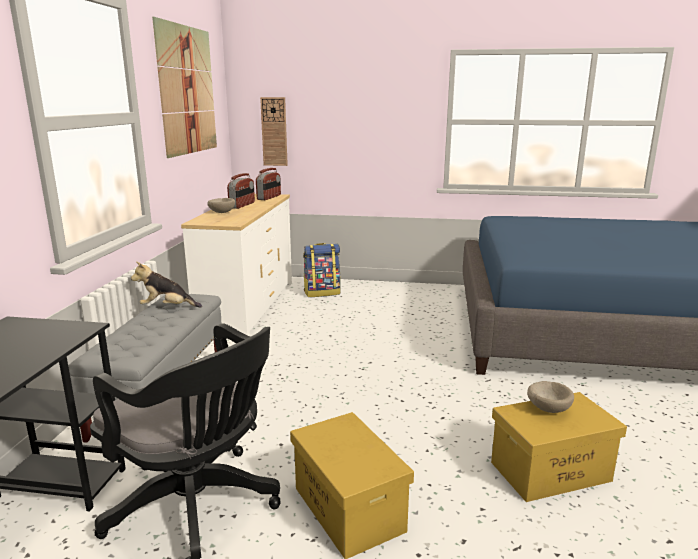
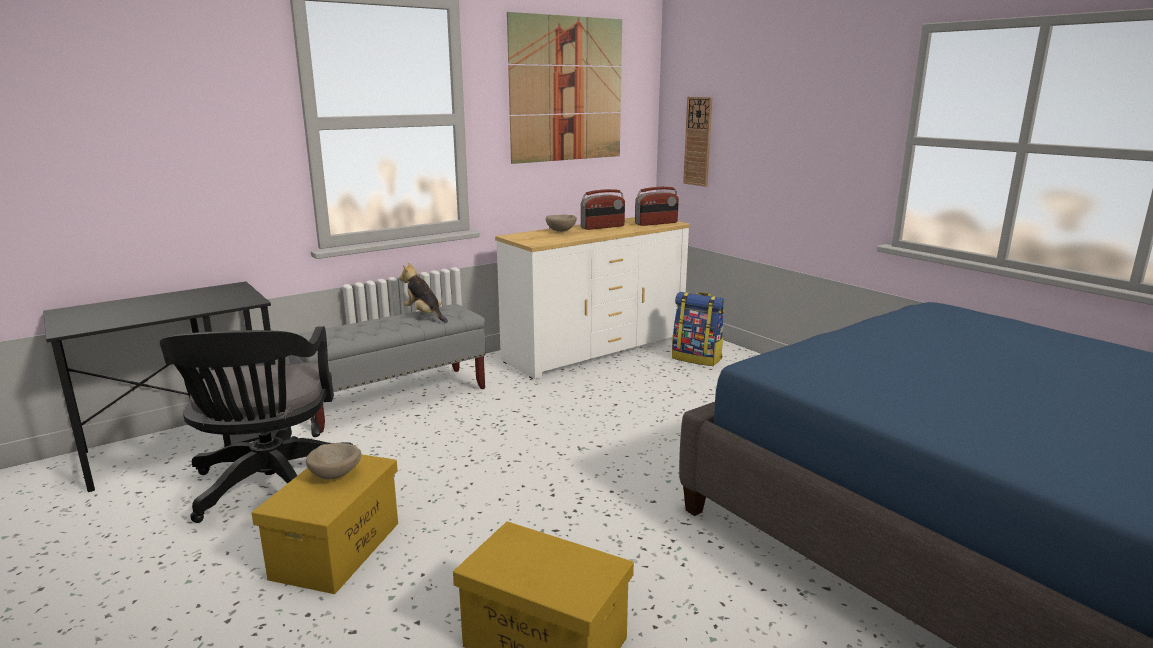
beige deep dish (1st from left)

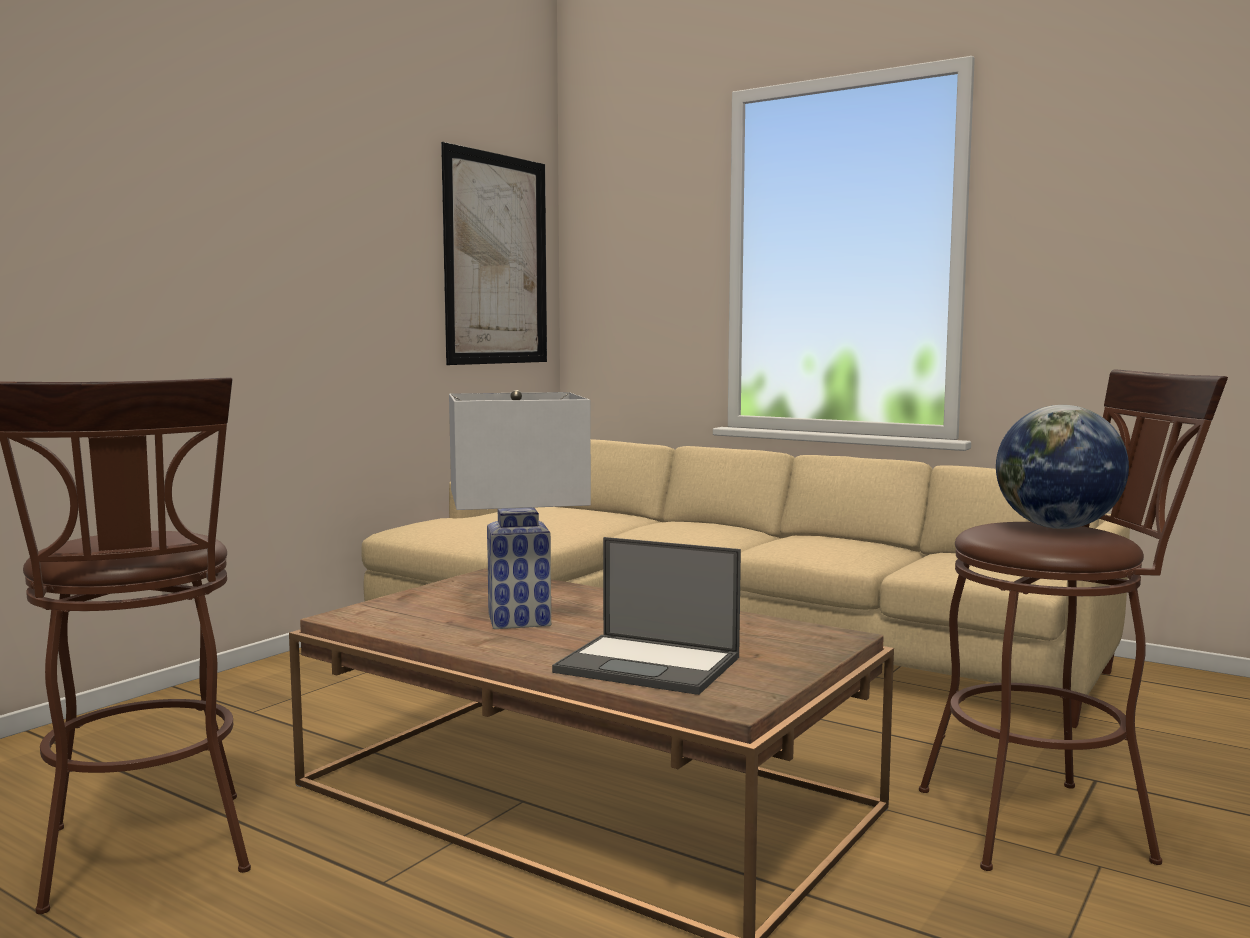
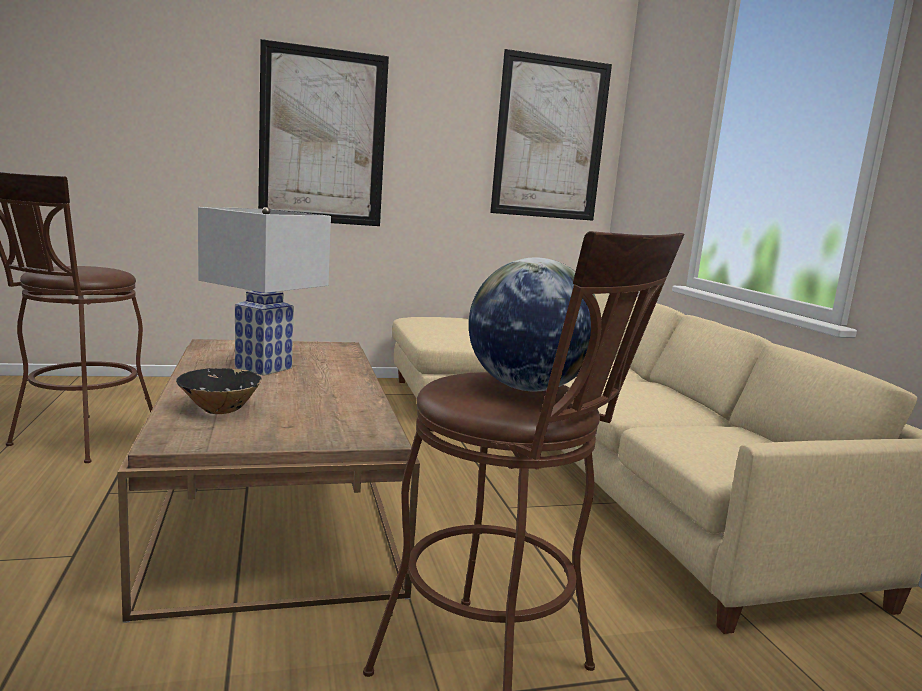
wall picture (1st from left); black-coloured deep dish

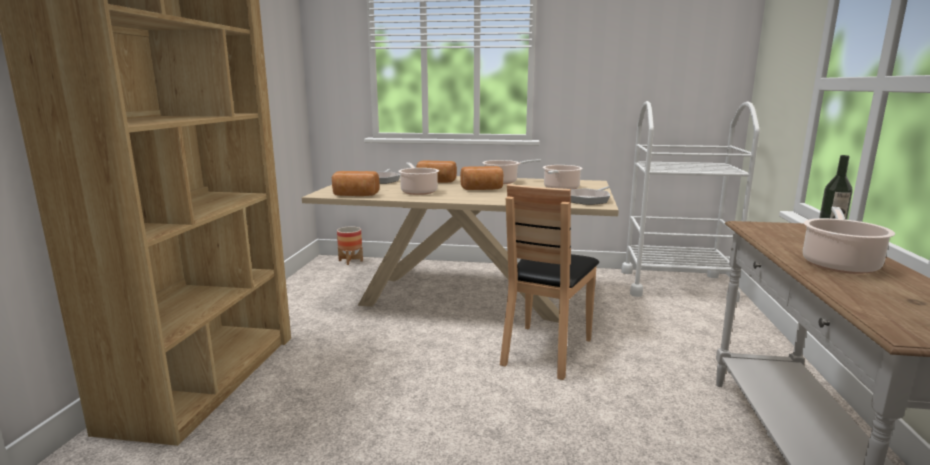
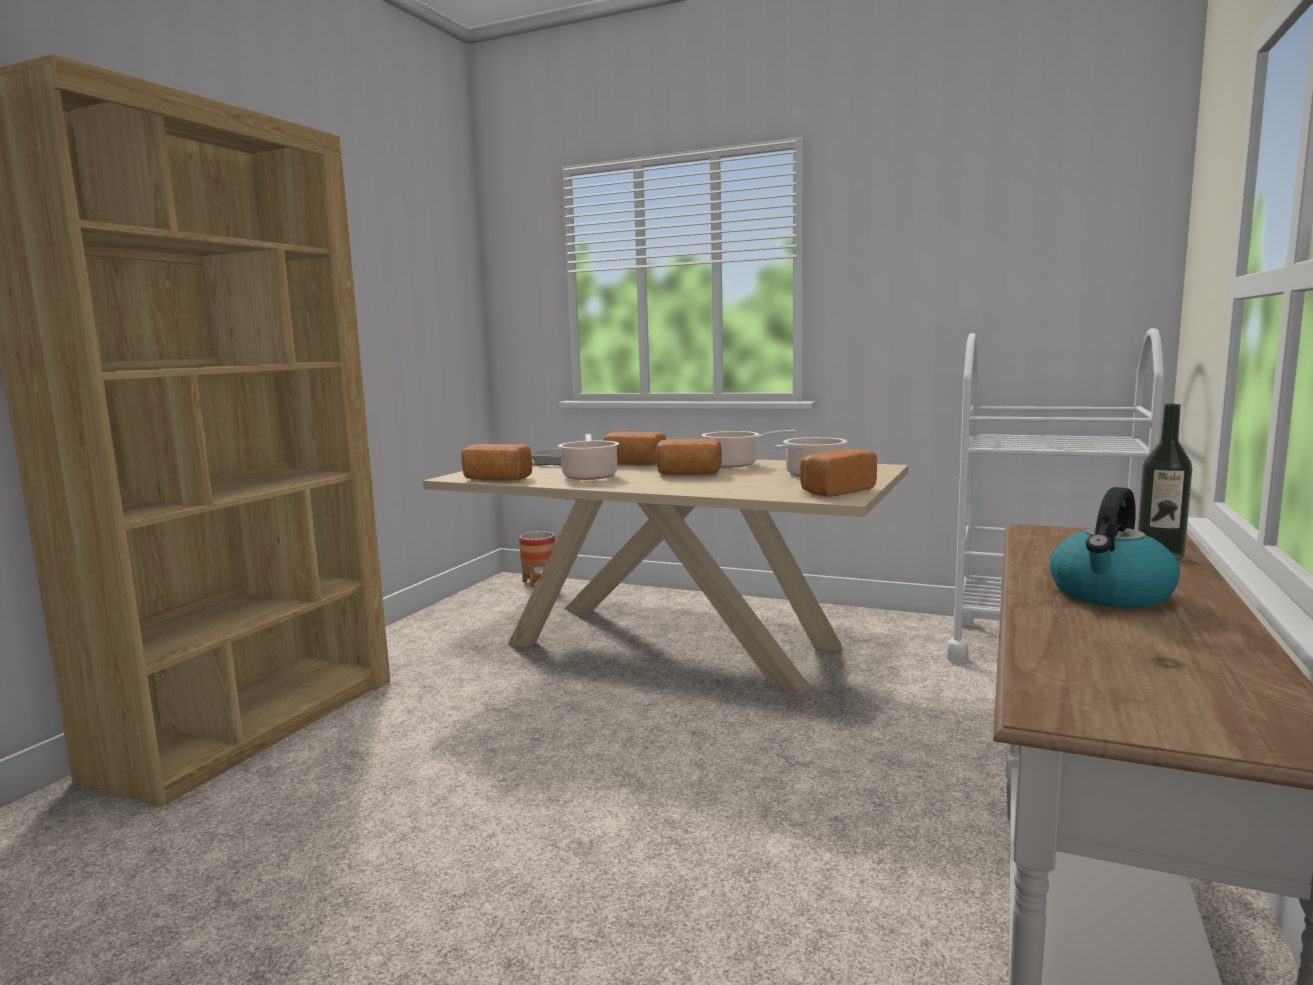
brown-coloured chair; bakery bread (4th from left); tea kettle

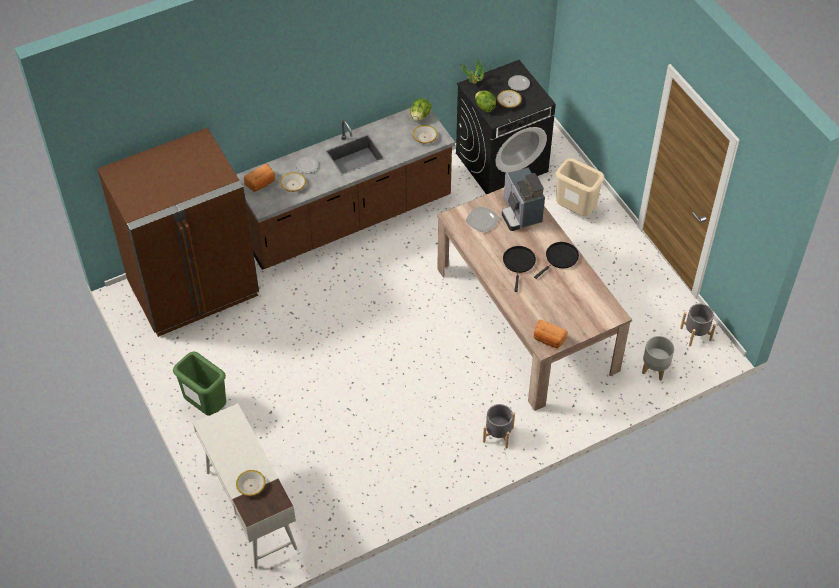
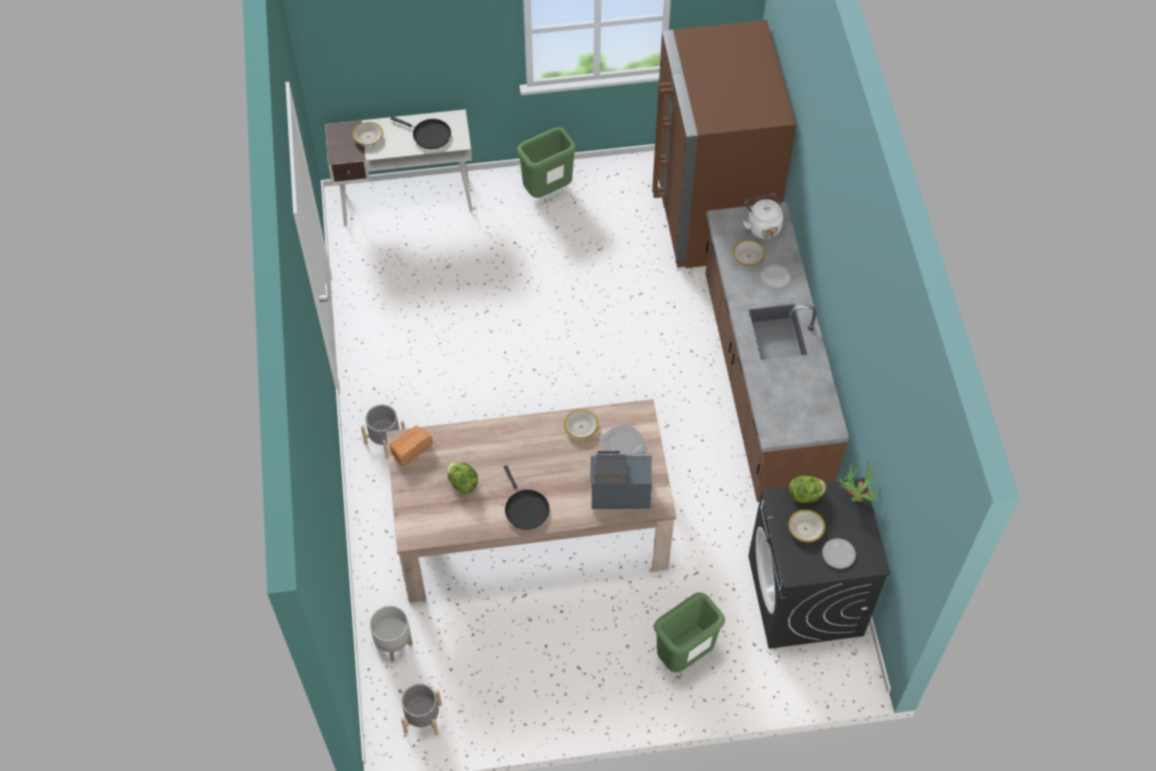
lettuce head (1st from left); deep dish (2nd from left); black-coloured skillet (1st from left); white-coloured tea kettle; green-coloured rubbish bin (2nd from left)

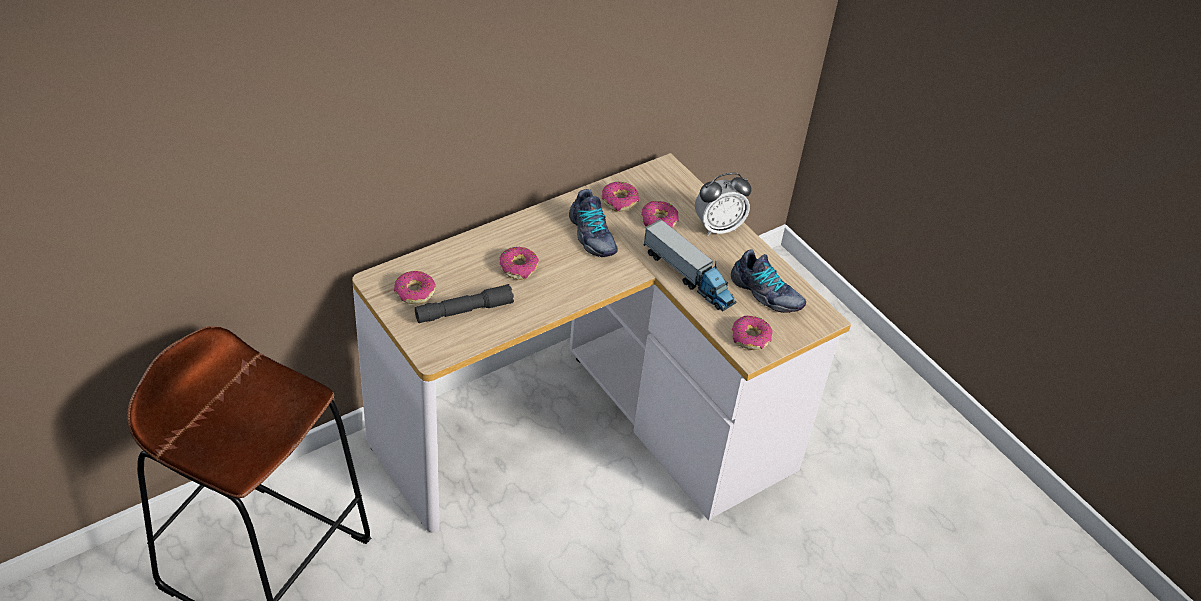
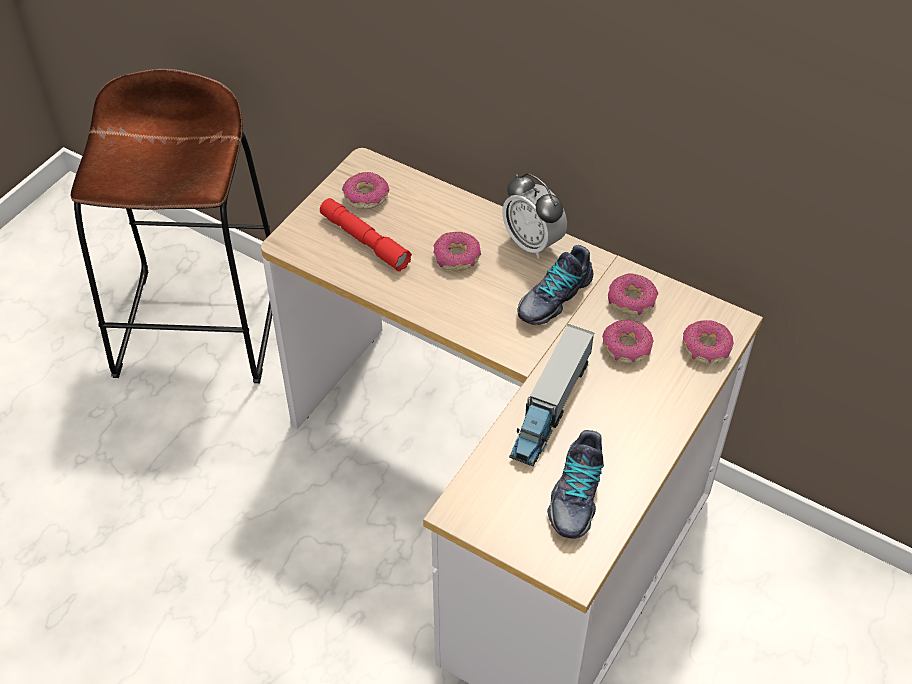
table clock; donut (5th from left); red torch

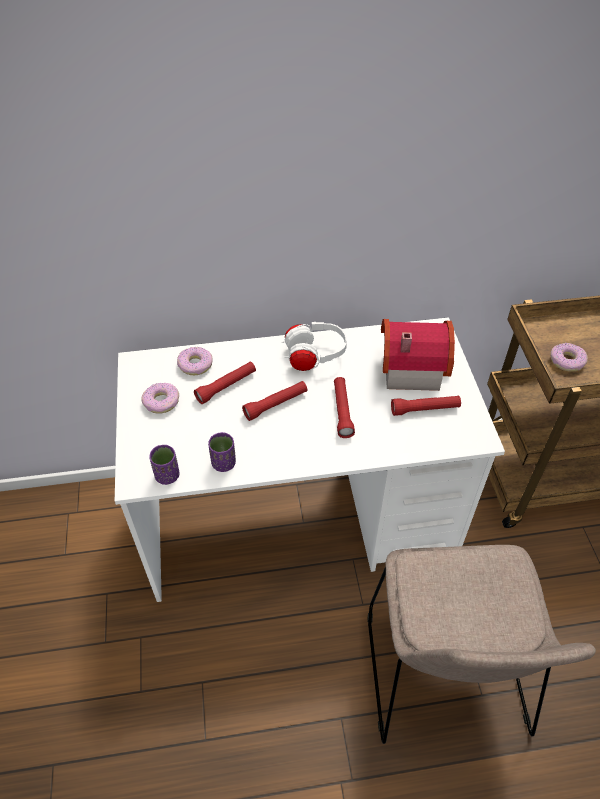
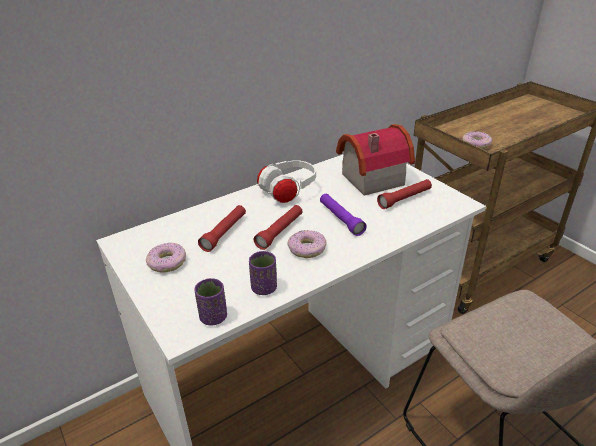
donut (2nd from left); purple torch

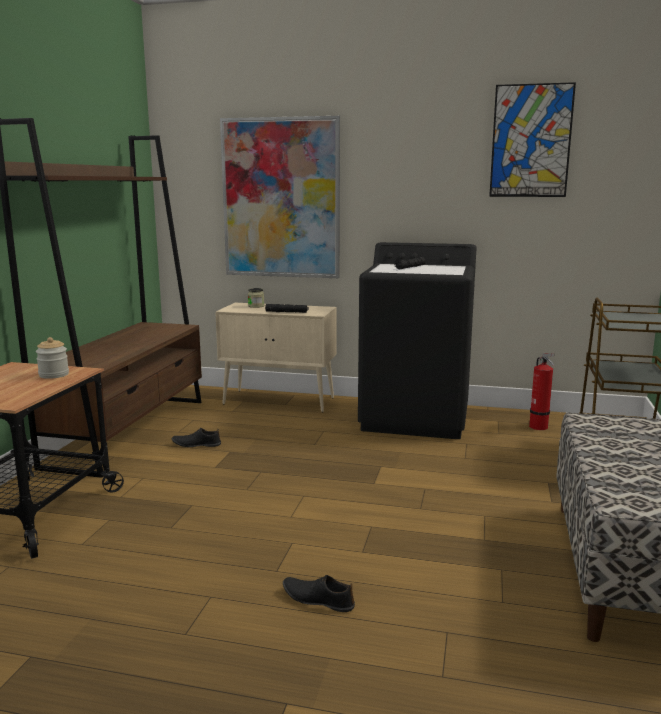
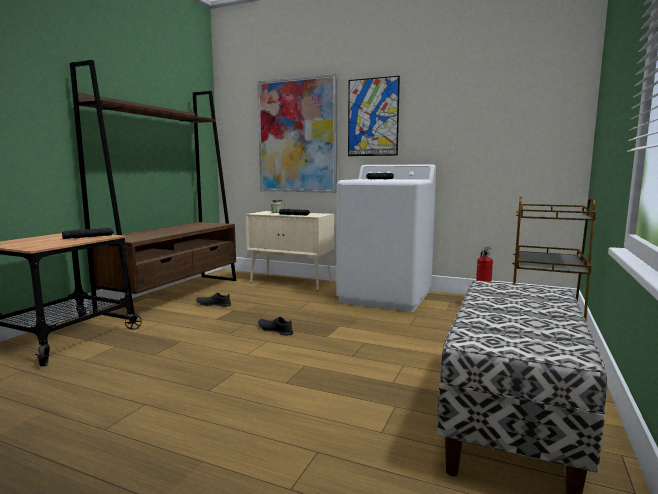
black-coloured shoe (2nd from left); wall picture (2nd from left); black-coloured torch (1st from left); white-coloured laundry appliance

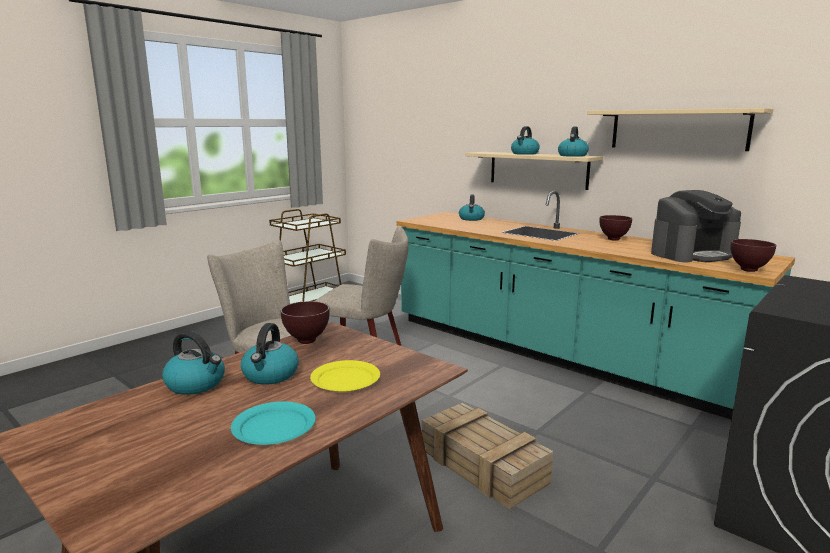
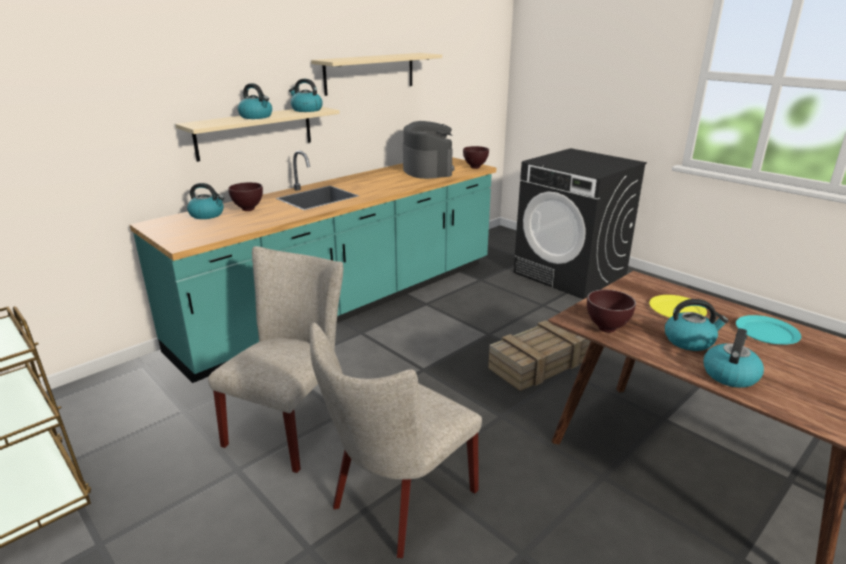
brown-coloured deep dish (1st from left)

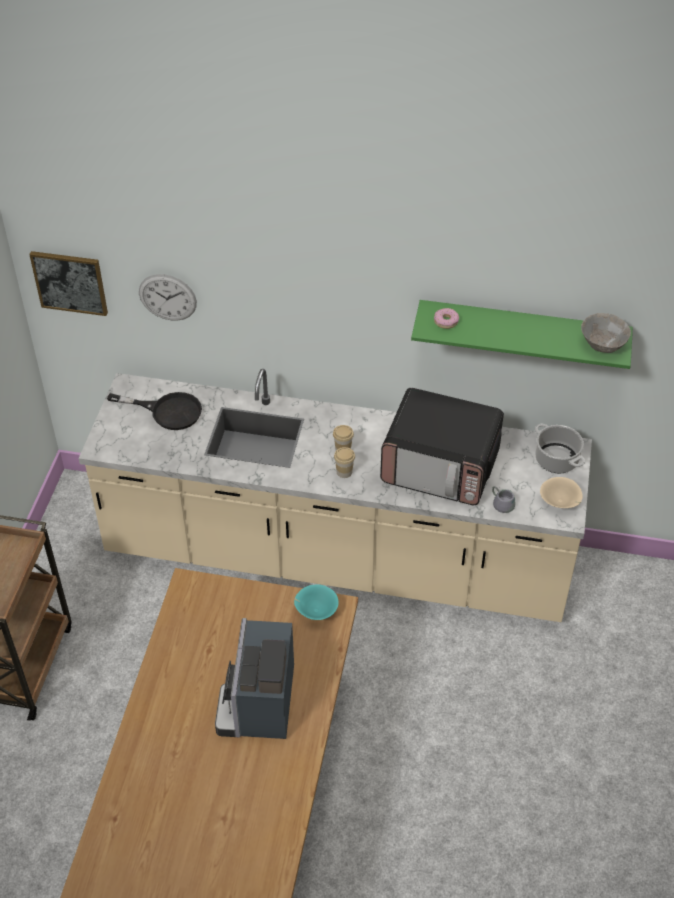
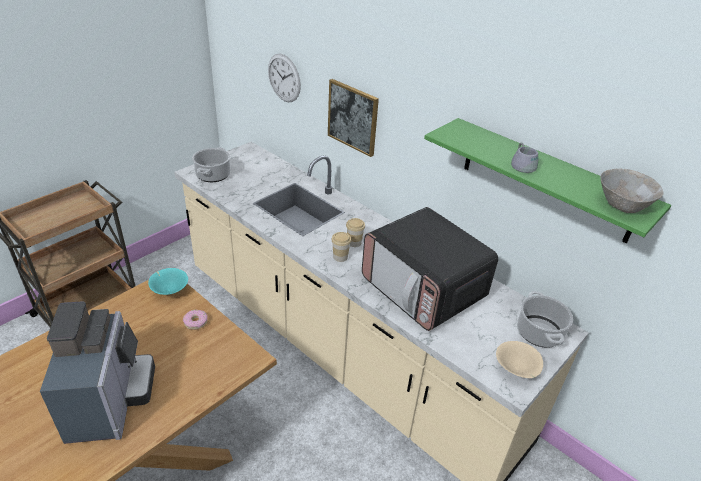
black-coloured skillet; stockpot (1st from left); wall picture; turquoise-coloured deep dish; donut; greyish tea mug; coffee maker

